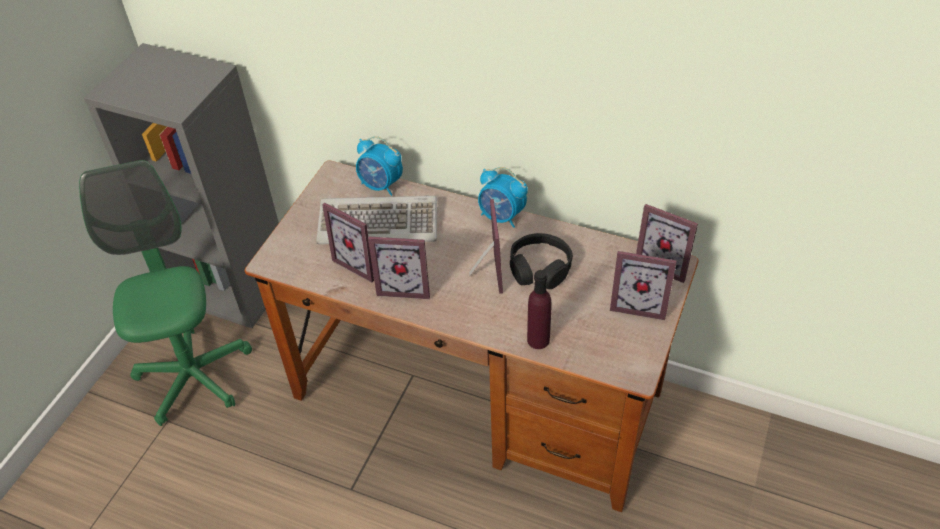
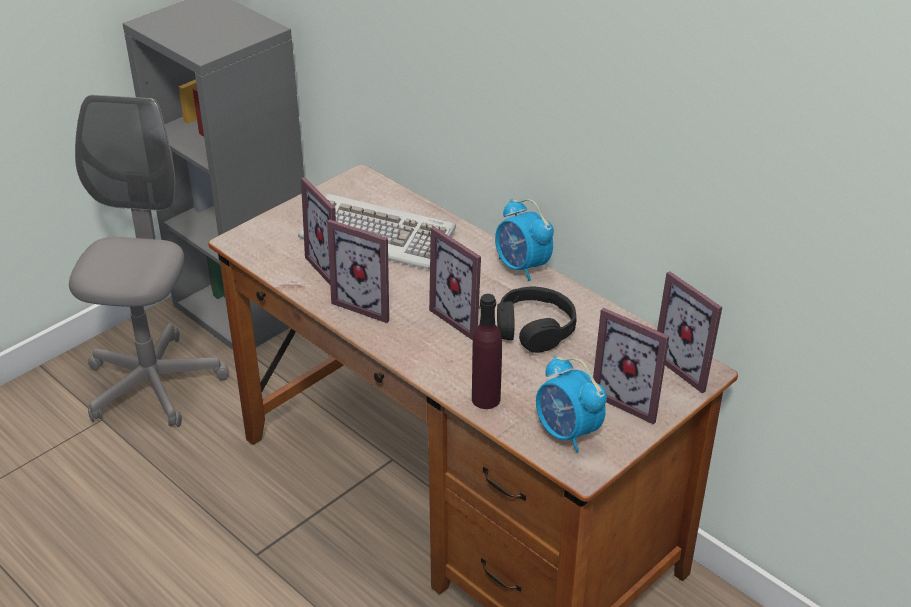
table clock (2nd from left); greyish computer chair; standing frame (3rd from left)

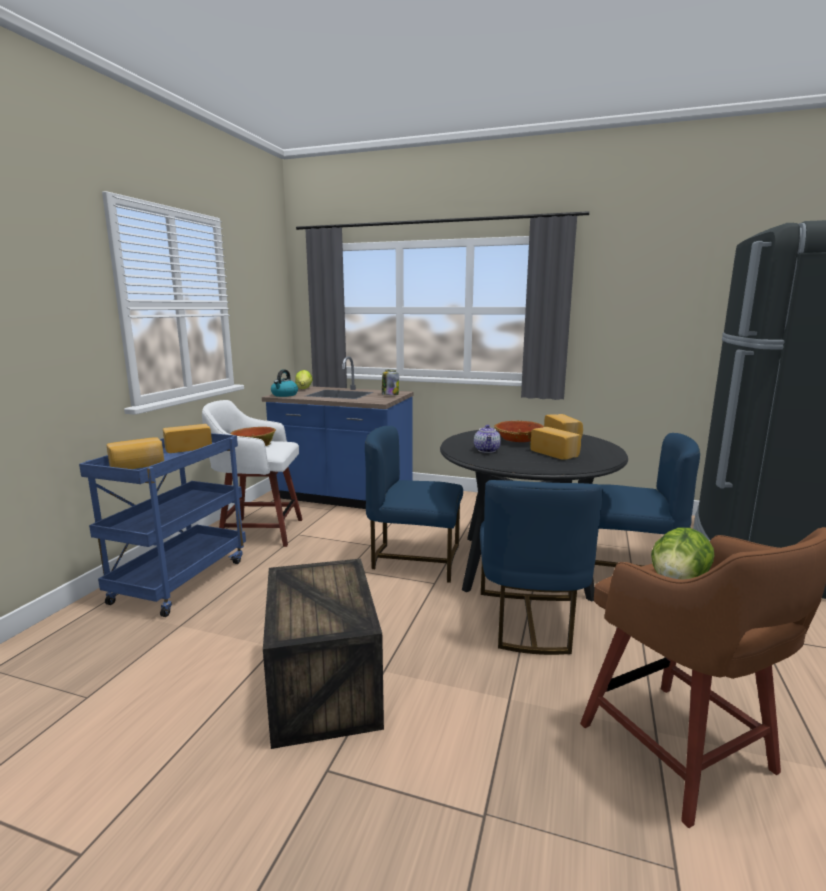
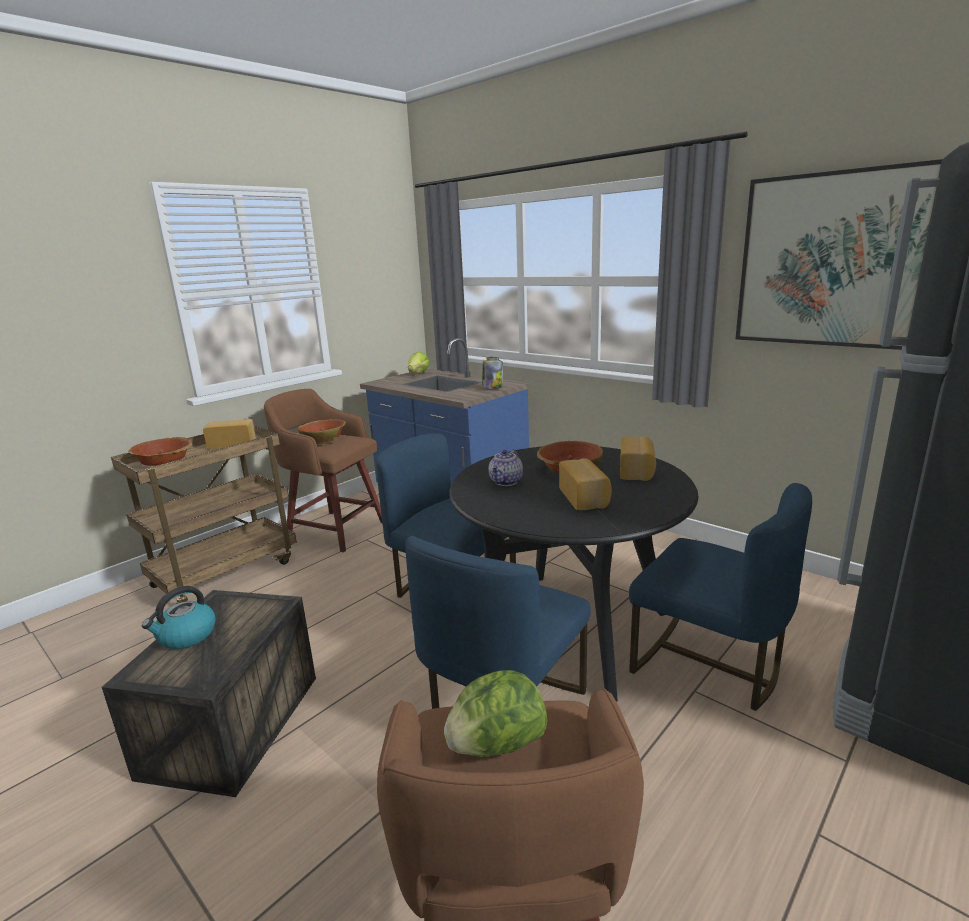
wall picture; tea kettle; deep dish (1st from left); brown-coloured cart; brown-coloured sitting stool (1st from left)

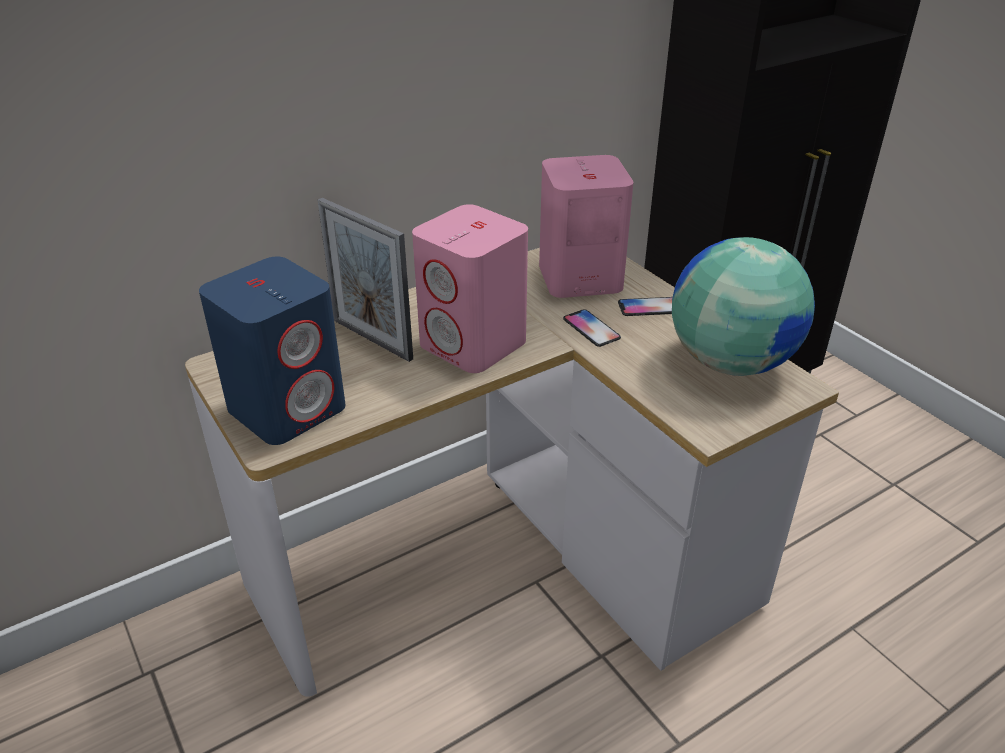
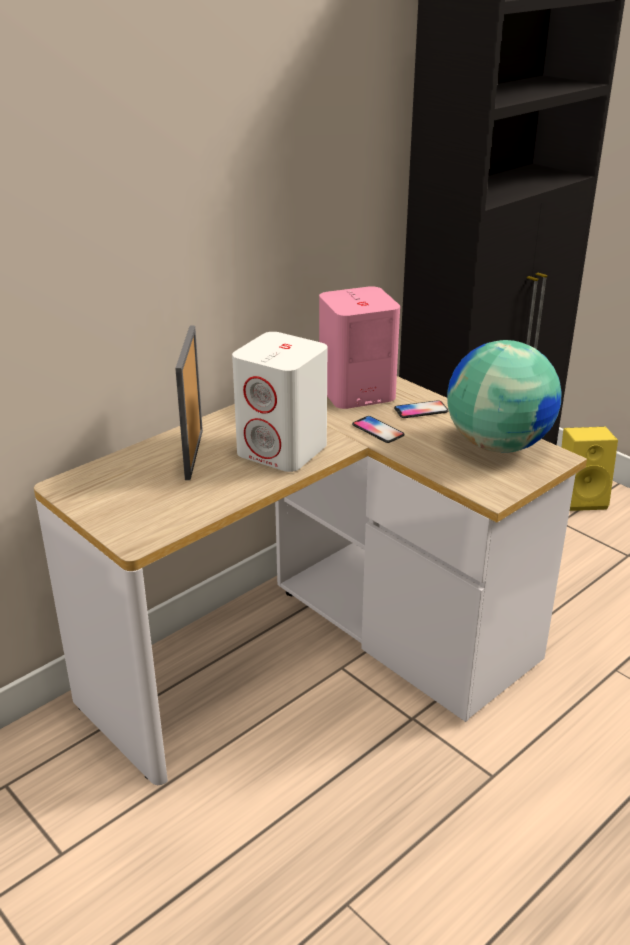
bluish speaker; yellowish speaker; white-coloured speaker; standing frame

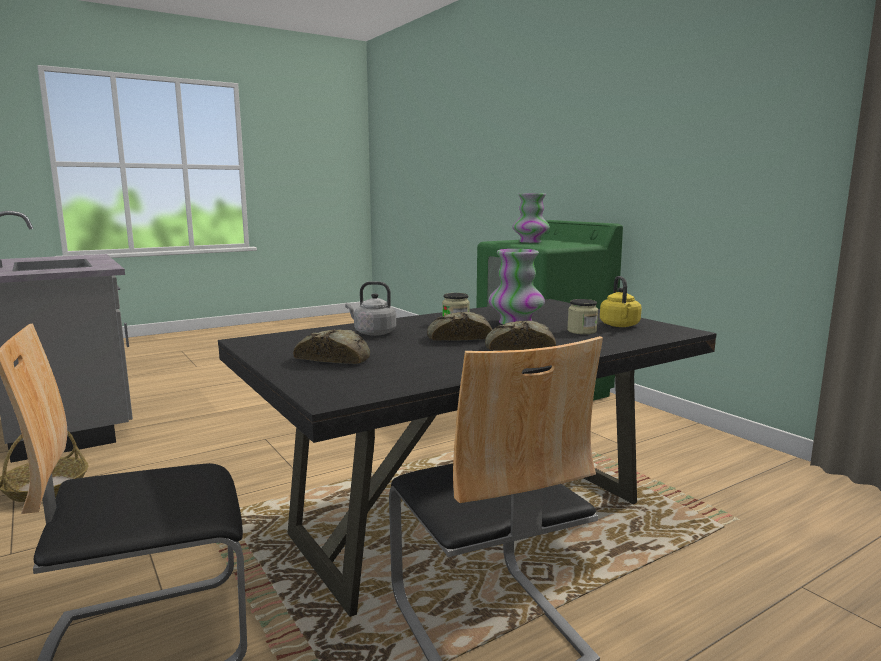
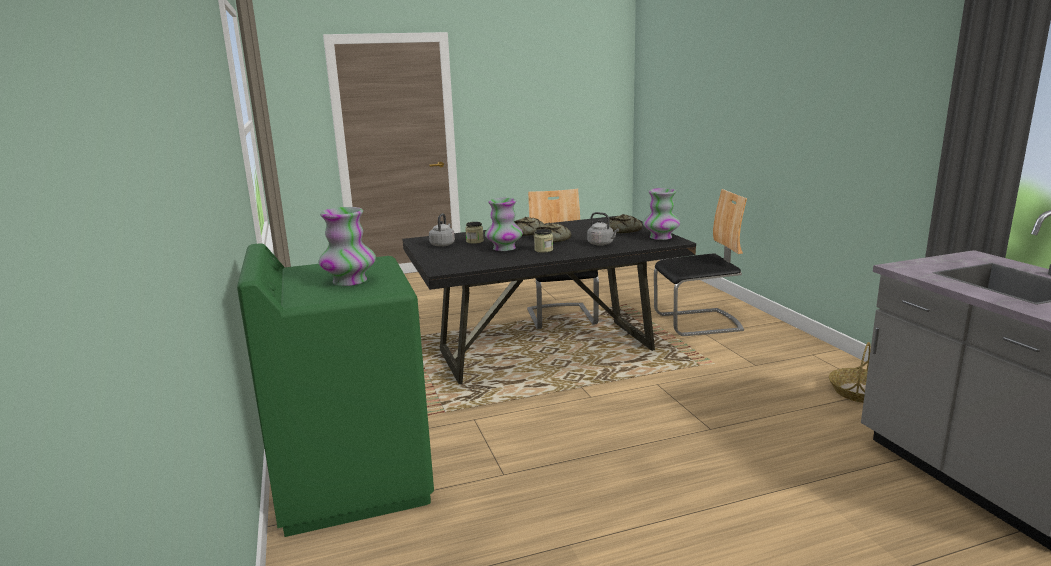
flower vase (3rd from left); greyish tea kettle (1st from left)

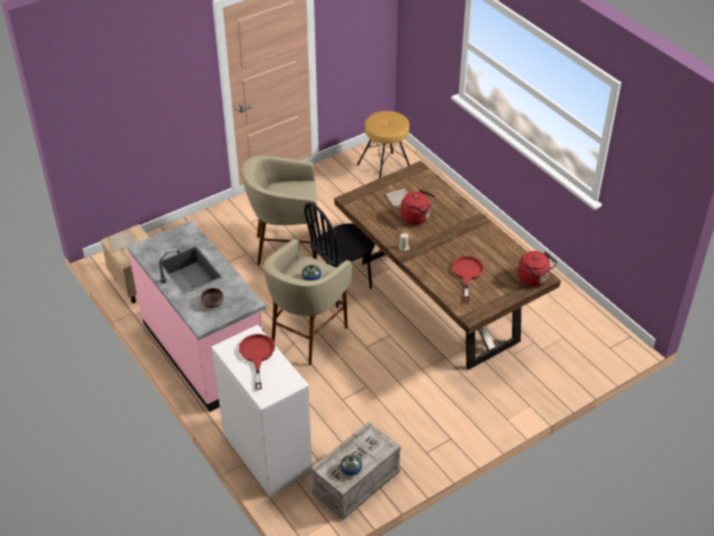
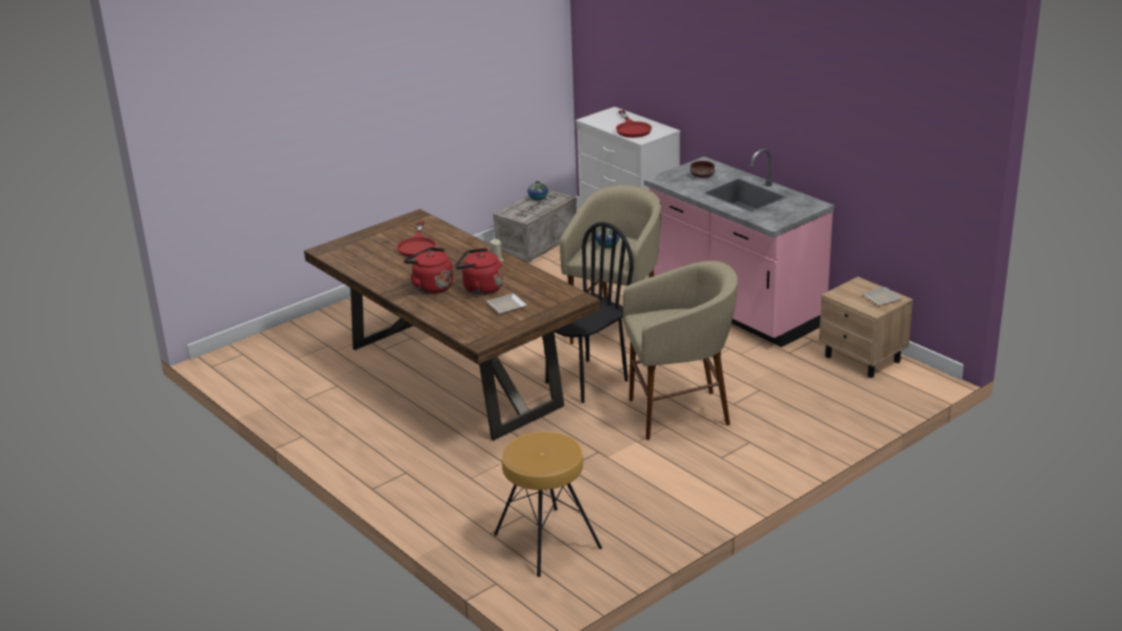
red tea kettle (1st from left)

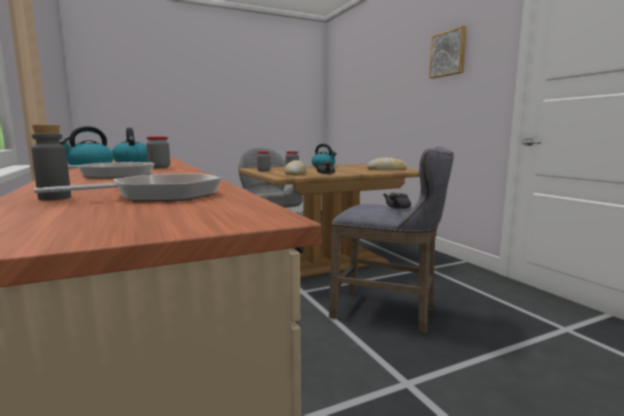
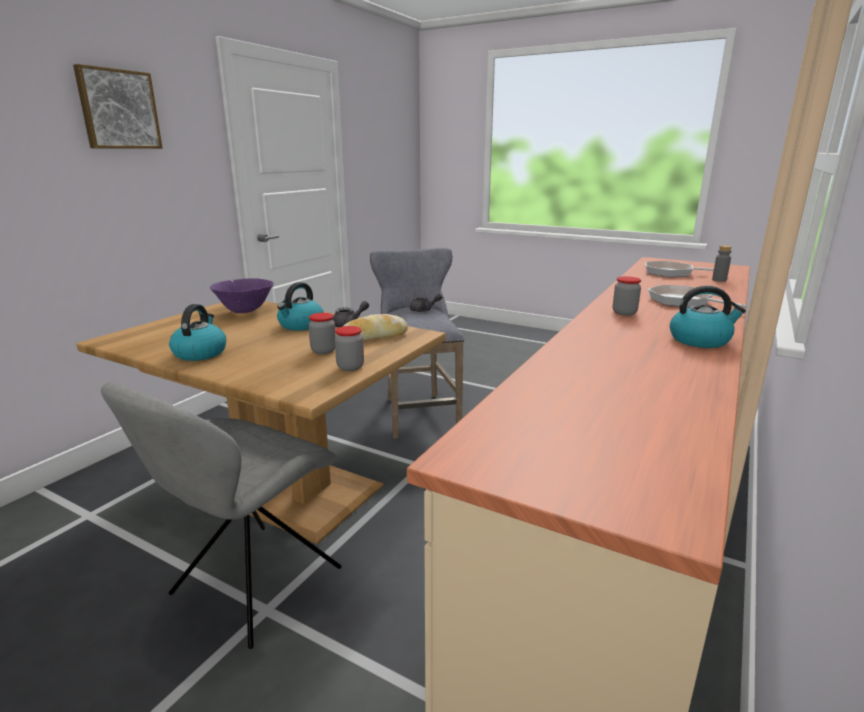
tea kettle (2nd from left); purple deep dish

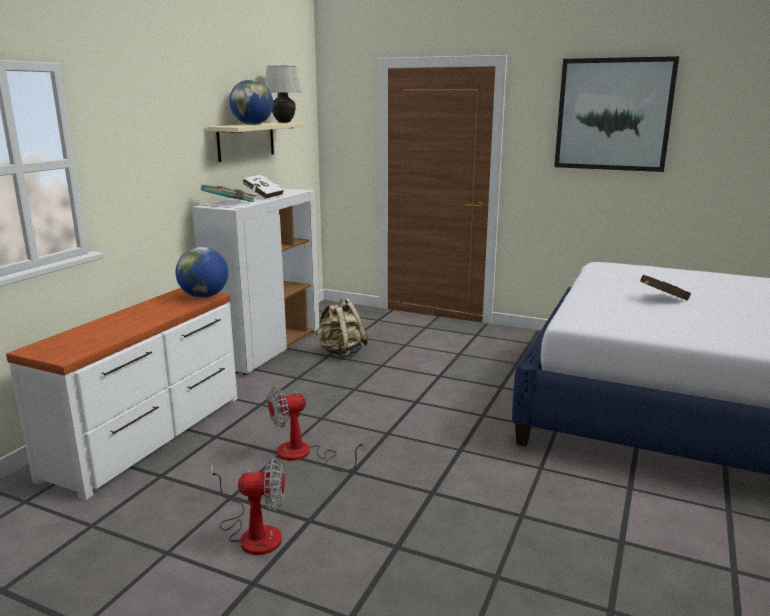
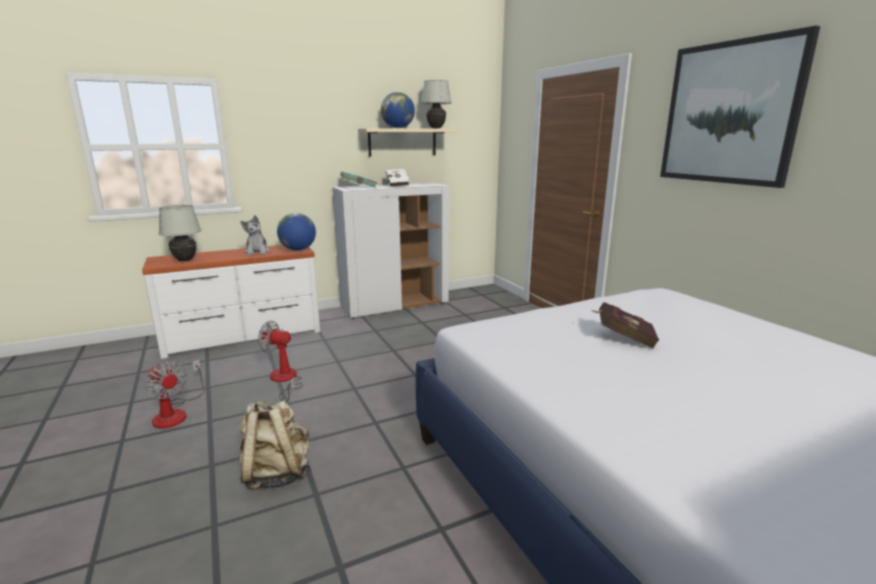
white-coloured table lamp (1st from left); soft toy; beige rucksack

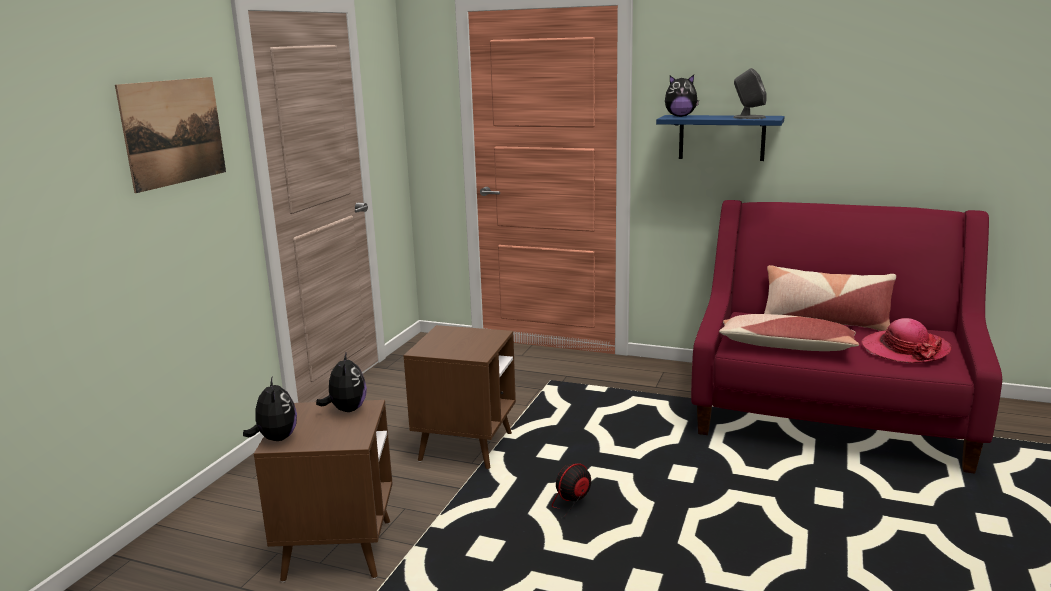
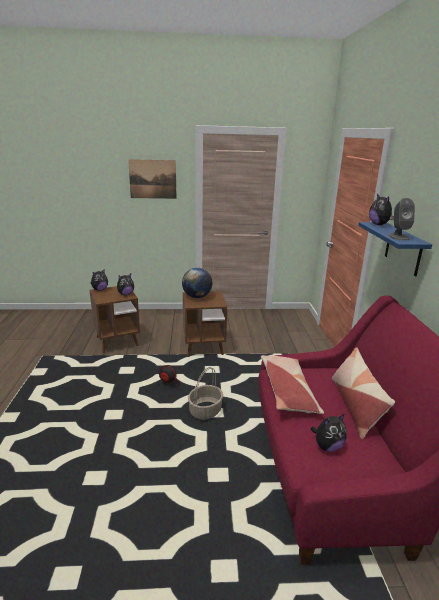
globe; storage basket; soft toy (3rd from left)

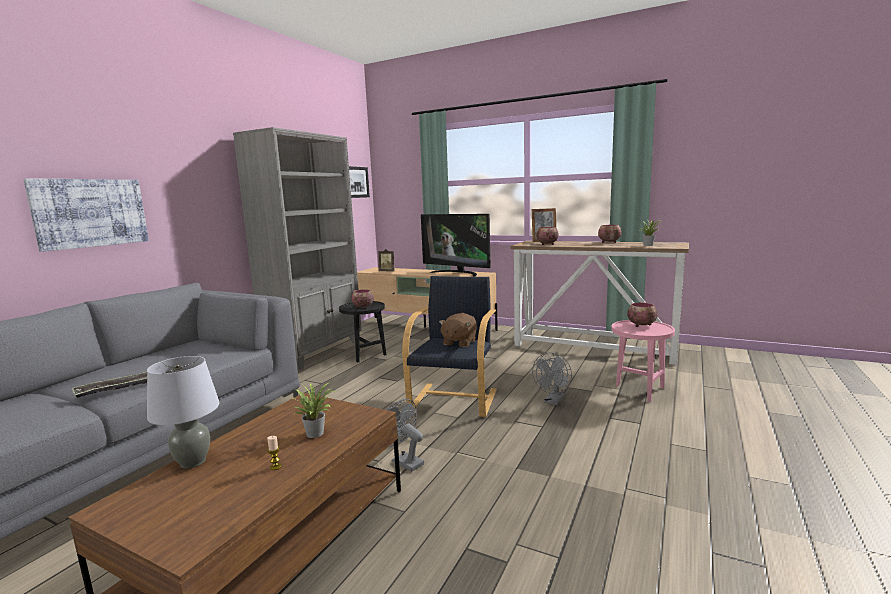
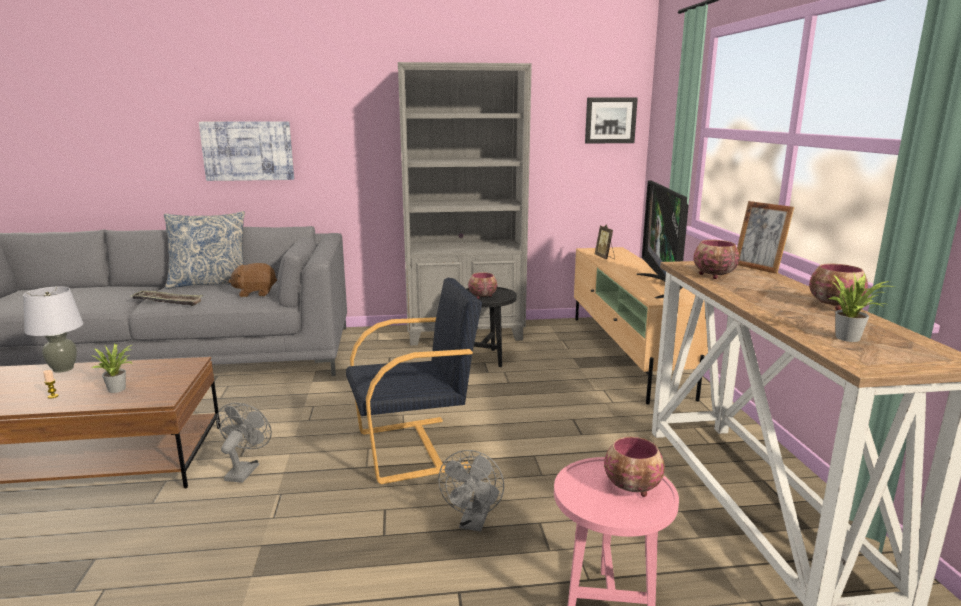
cushion; brown-coloured soft toy; greyish fan (2nd from left)

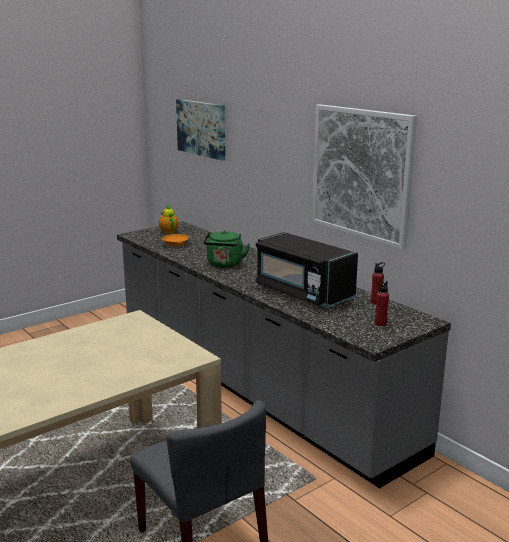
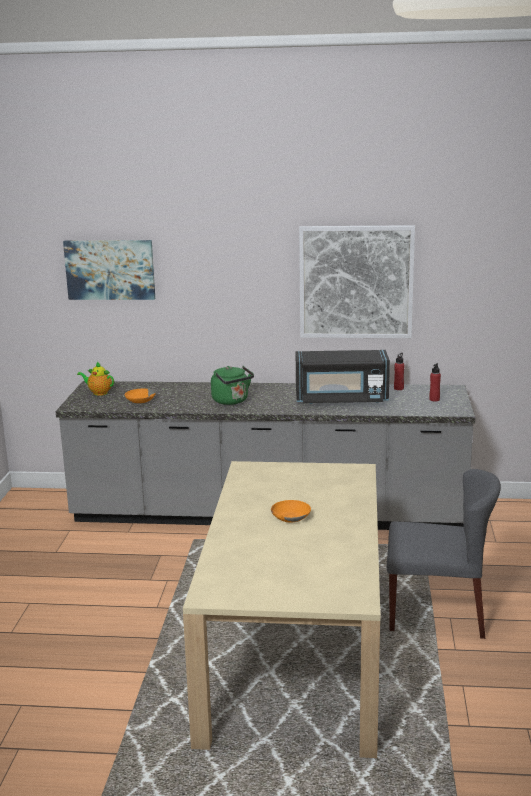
orangey deep dish (2nd from left)

